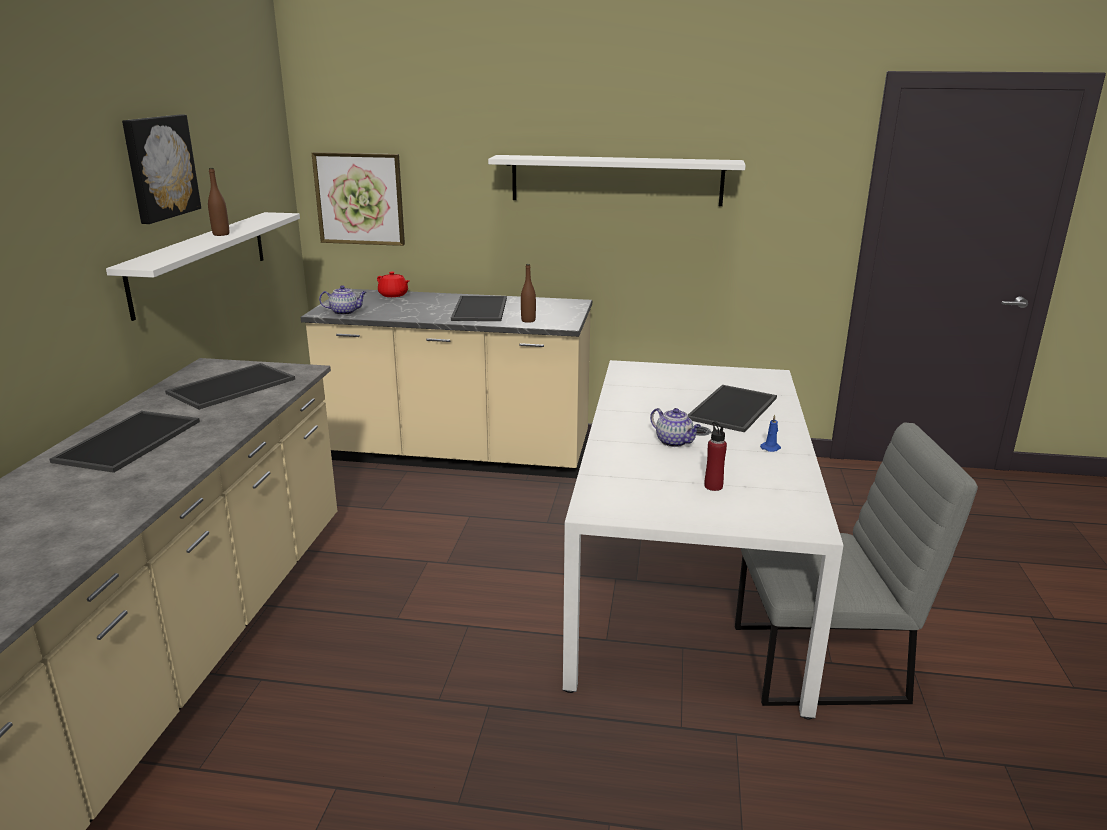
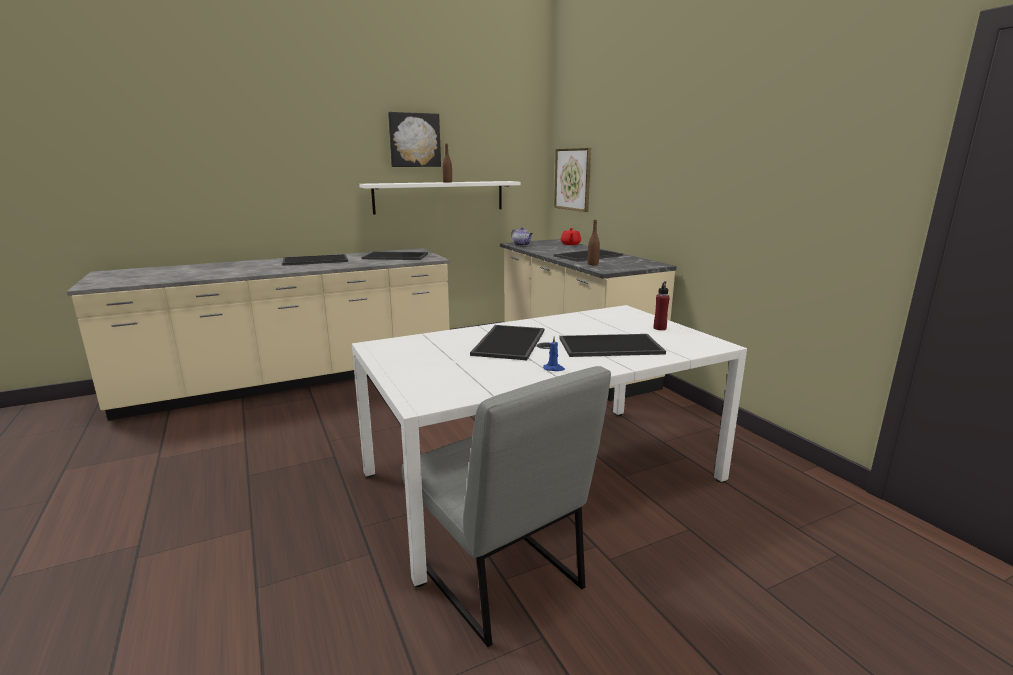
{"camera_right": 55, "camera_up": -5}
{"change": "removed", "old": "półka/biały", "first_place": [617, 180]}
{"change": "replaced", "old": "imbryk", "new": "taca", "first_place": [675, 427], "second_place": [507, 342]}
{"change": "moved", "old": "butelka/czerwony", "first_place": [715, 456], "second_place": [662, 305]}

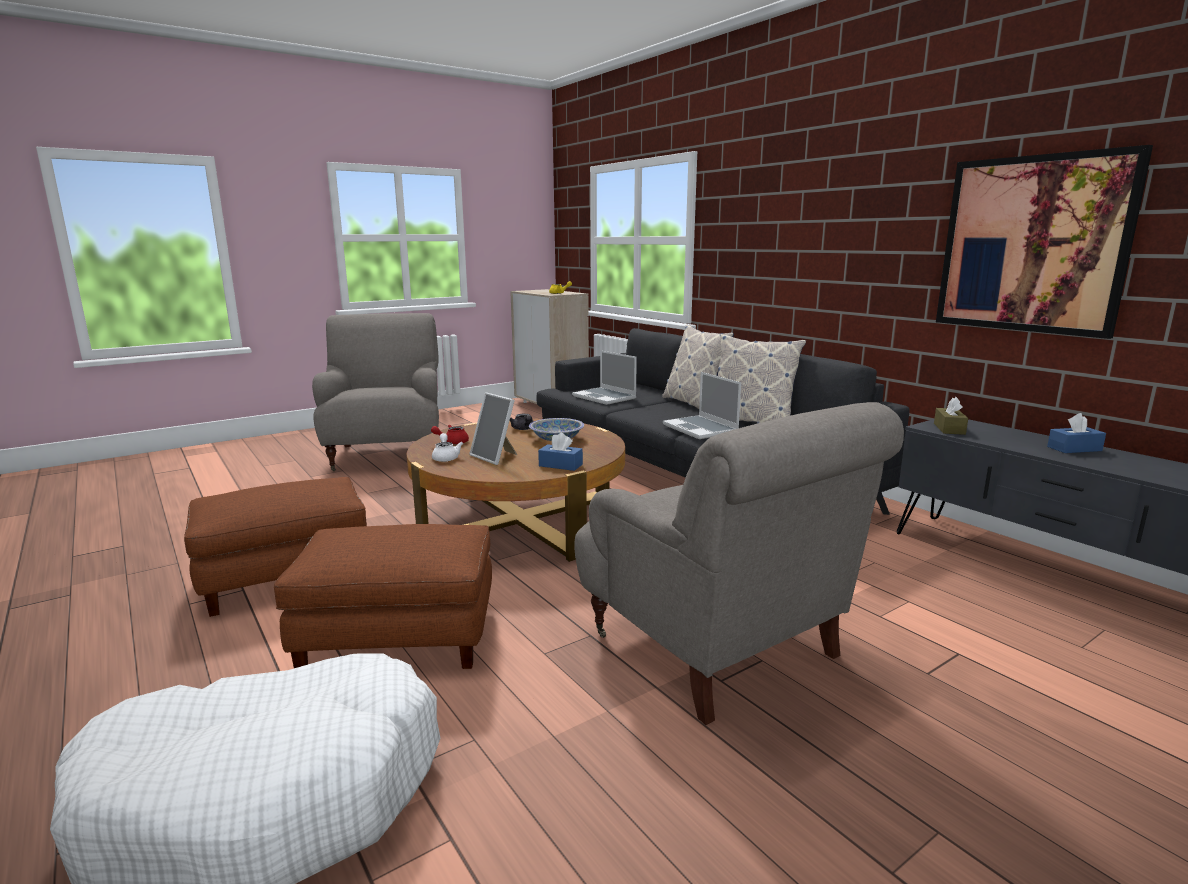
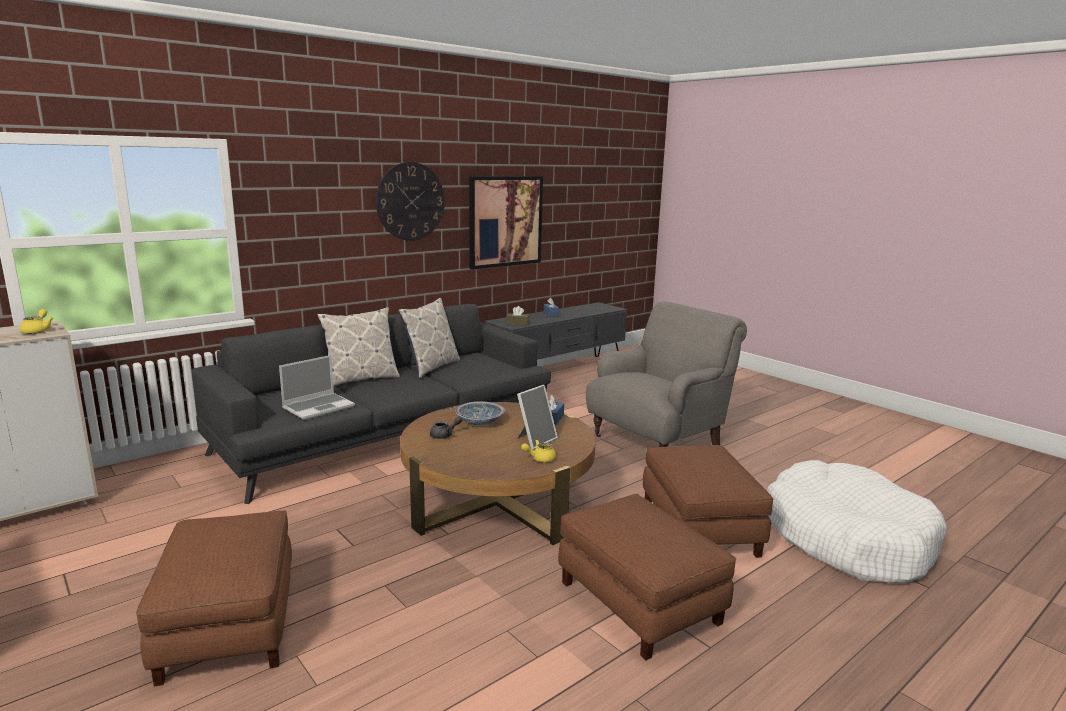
{"camera_right": -95, "camera_up": 0}
{"change": "replaced", "old": "fotel/szary", "new": "pufa/brązowy", "first_place": [375, 392], "second_place": [214, 598]}
{"change": "removed", "old": "laptop", "first_place": [702, 405]}
{"change": "removed", "old": "imbryk/czerwony", "first_place": [450, 434]}
{"change": "recoloured", "old": "imbryk/biały", "new": "imbryk/żółty", "first_place": [447, 447], "second_place": [538, 451]}
{"change": "added", "new": "zegar ścienny", "second_place": [410, 201]}

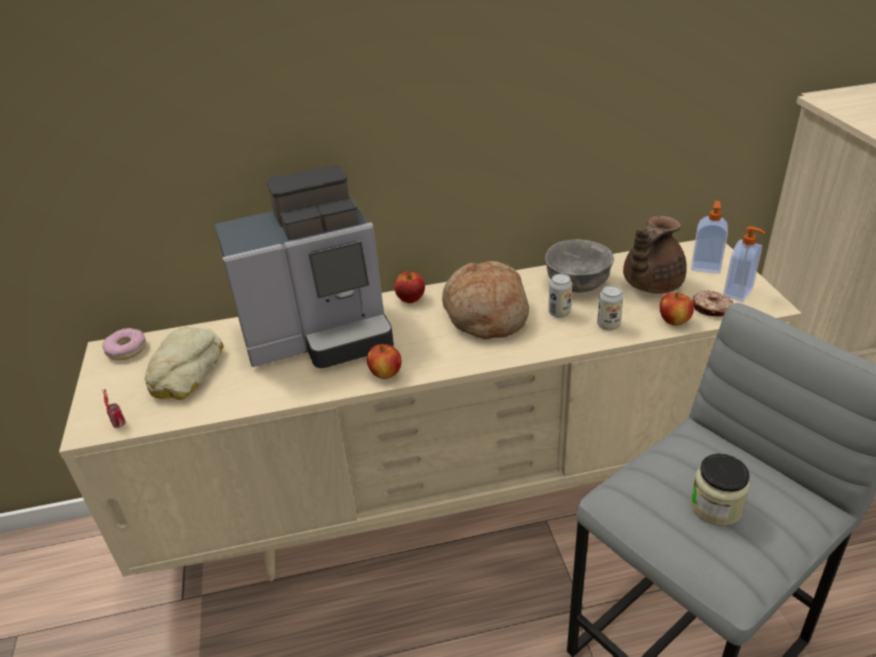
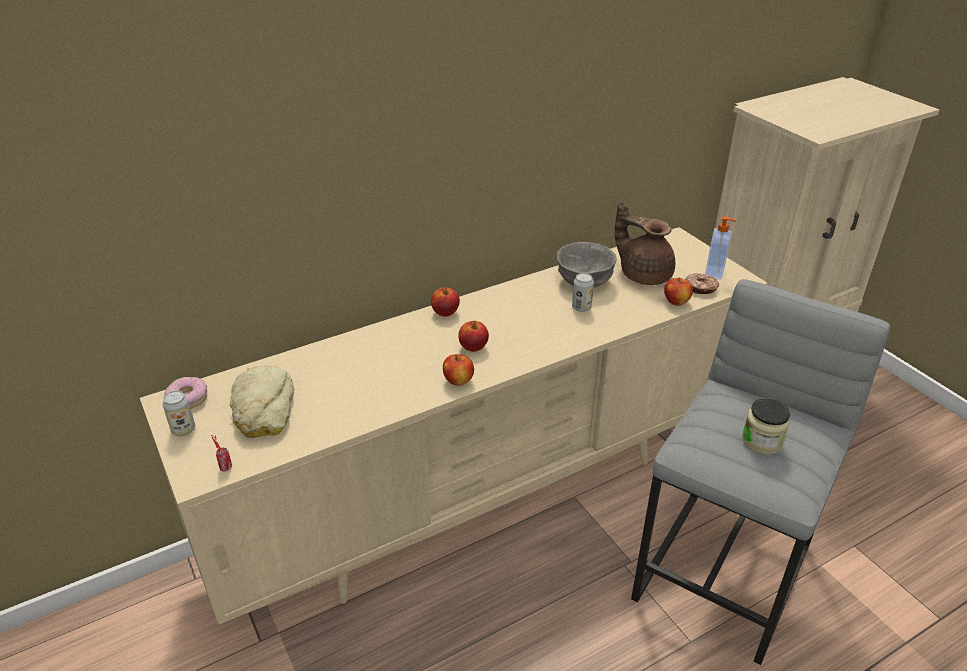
{"camera_right": -20, "camera_up": 0}
{"change": "removed", "old": "ekspres do kawy", "first_place": [304, 266]}
{"change": "removed", "old": "dozownik mydła", "first_place": [709, 237]}
{"change": "turned", "old": "imbryk/brązowy", "first_place": [655, 255], "second_place": [645, 243], "degrees": 105}
{"change": "removed", "old": "chleb", "first_place": [485, 300]}
{"change": "moved", "old": "puszka", "first_place": [610, 308], "second_place": [179, 413]}
{"change": "added", "new": "jabłko", "second_place": [473, 336]}

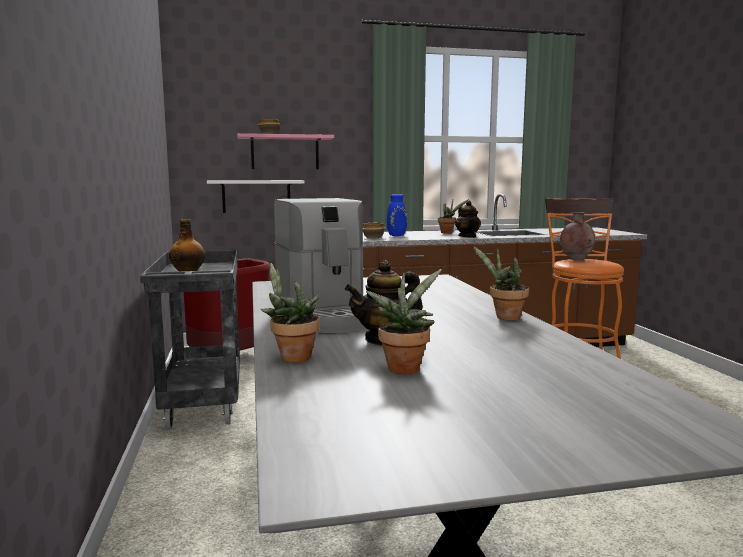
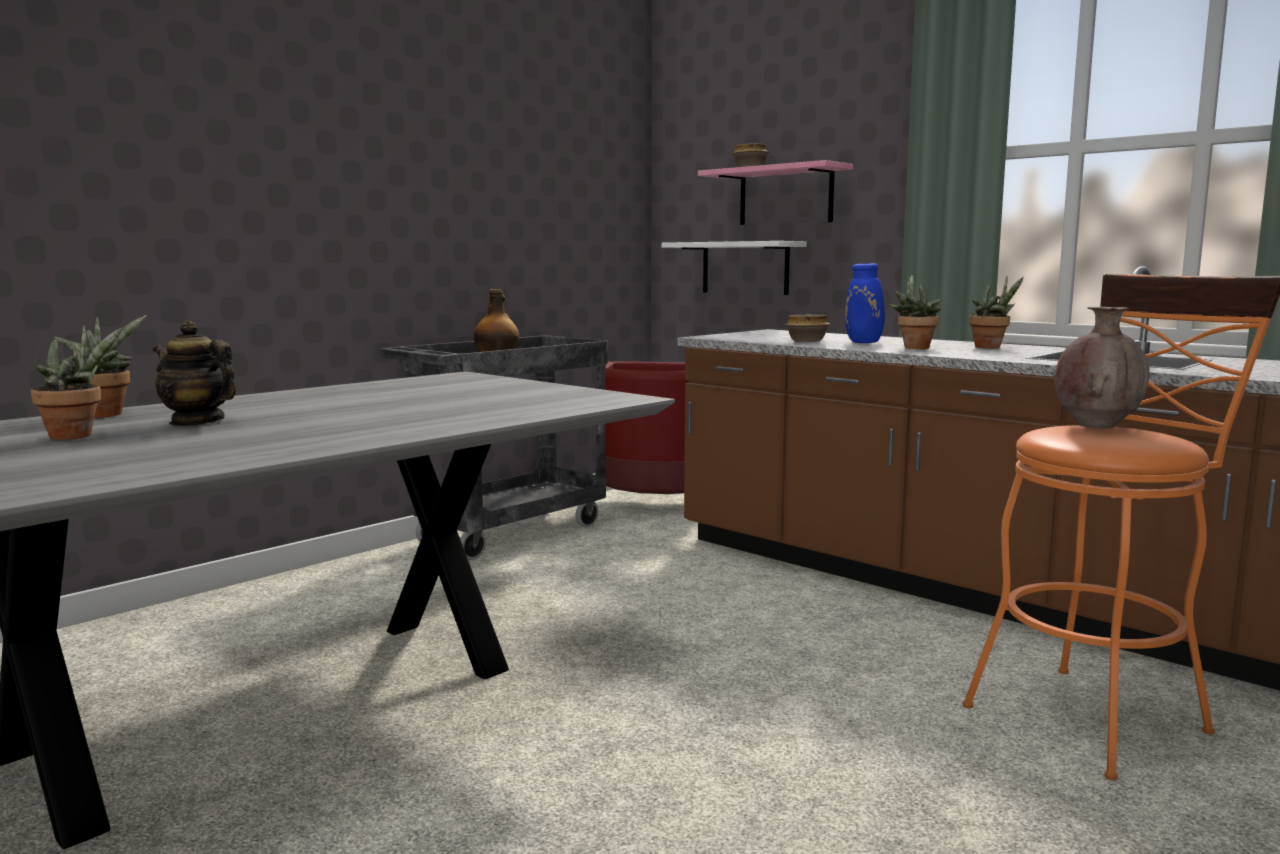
{"camera_right": 55, "camera_up": 0}
{"change": "removed", "old": "ekspres do kawy", "first_place": [319, 265]}
{"change": "removed", "old": "imbryk", "first_place": [468, 219]}
{"change": "moved", "old": "roślina doniczkowa", "first_place": [501, 283], "second_place": [915, 312]}

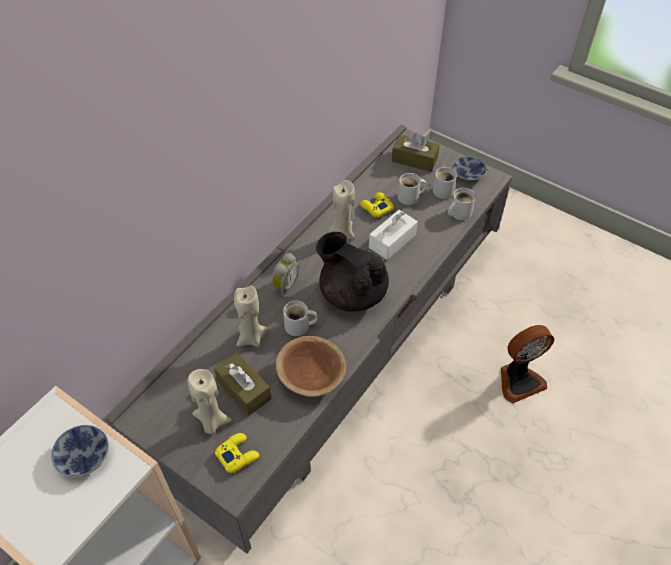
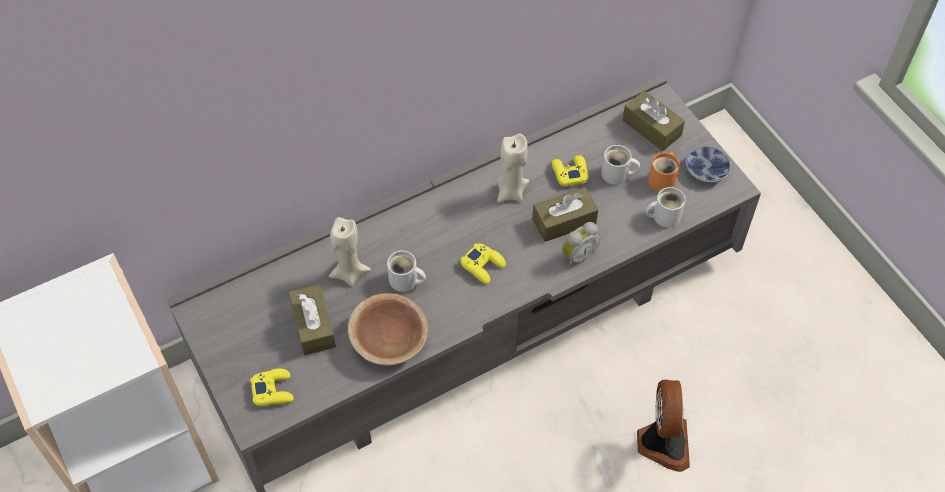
{"camera_right": 25, "camera_up": 5}
{"change": "recoloured", "old": "kubek/biały", "new": "kubek/pomarańczowy", "first_place": [445, 183], "second_place": [664, 172]}
{"change": "recoloured", "old": "pudełko chusteczek/biały", "new": "pudełko chusteczek/brązowy", "first_place": [393, 235], "second_place": [565, 214]}
{"change": "replaced", "old": "imbryk/czarny", "new": "pad do gier/żółty", "first_place": [352, 272], "second_place": [483, 263]}
{"change": "moved", "old": "budzik", "first_place": [285, 274], "second_place": [581, 244]}
{"change": "turned", "old": "wentylator", "first_place": [527, 364], "second_place": [663, 426], "degrees": -90}
{"change": "removed", "old": "świeca/beżowy", "first_place": [210, 401]}
{"change": "removed", "old": "miska", "first_place": [80, 451]}

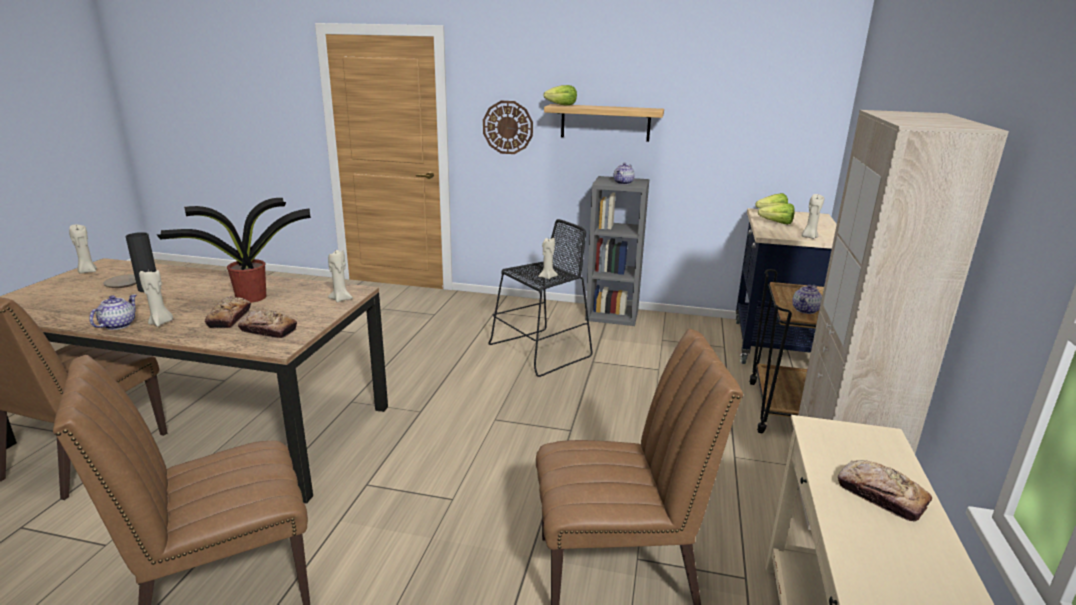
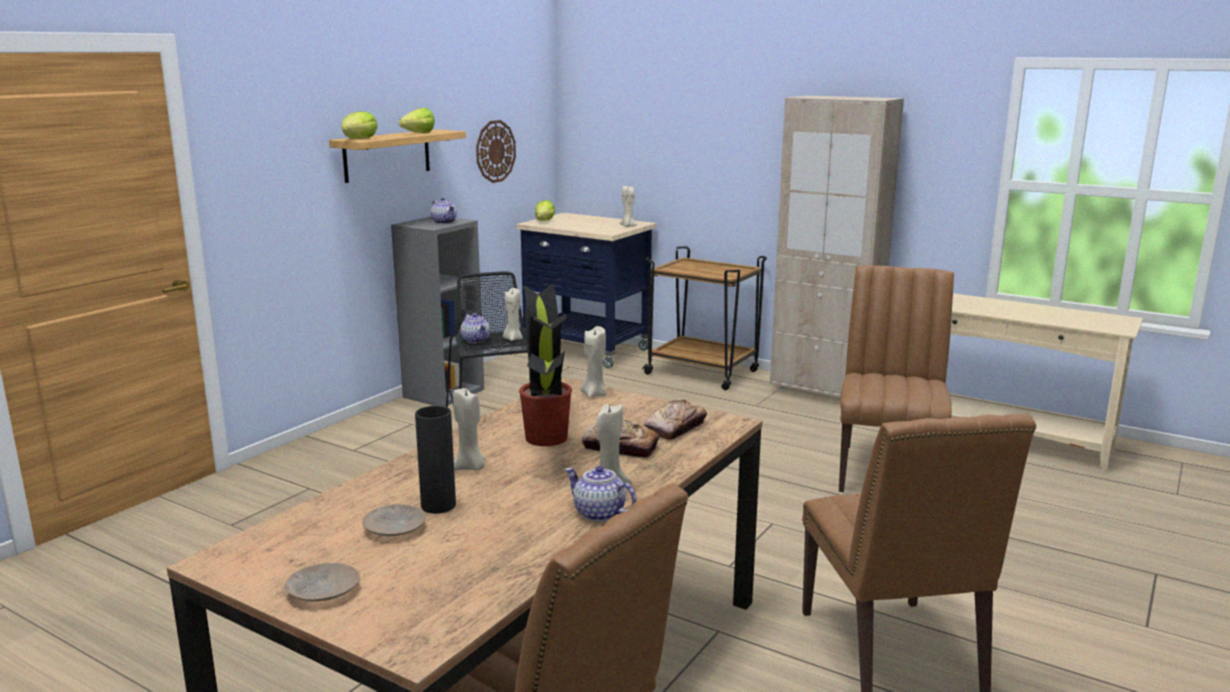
{"camera_right": -70, "camera_up": -5}
{"change": "moved", "old": "zegar ścienny", "first_place": [508, 127], "second_place": [496, 151]}
{"change": "moved", "old": "sałata", "first_place": [776, 214], "second_place": [417, 120]}
{"change": "moved", "old": "świeca/beżowy", "first_place": [83, 249], "second_place": [469, 429]}
{"change": "moved", "old": "imbryk", "first_place": [807, 299], "second_place": [475, 328]}
{"change": "removed", "old": "chleb", "first_place": [885, 490]}
{"change": "added", "new": "talerz/beżowy", "second_place": [322, 582]}

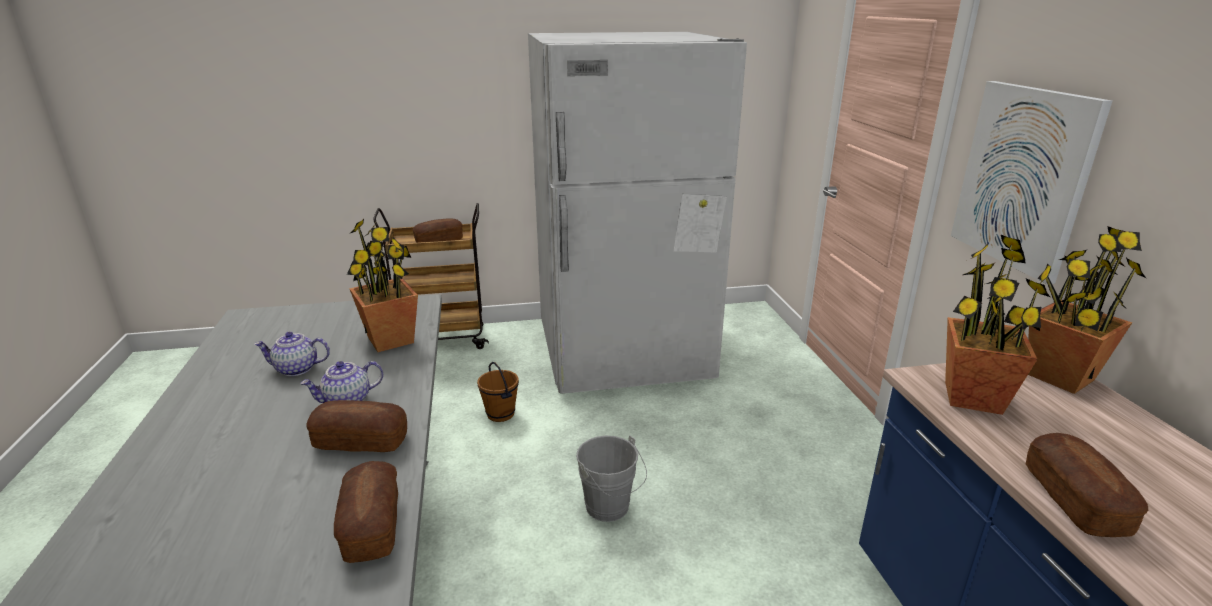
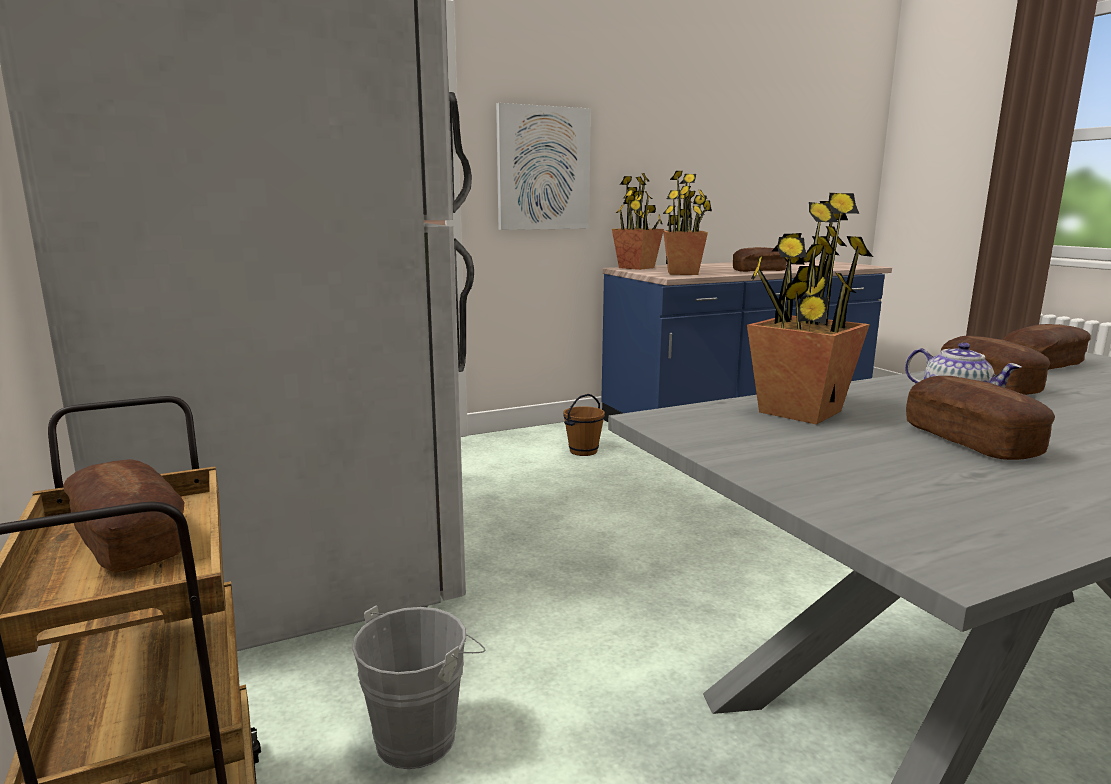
{"camera_right": -105, "camera_up": -10}
{"change": "replaced", "old": "imbryk", "new": "chleb", "first_place": [292, 353], "second_place": [980, 418]}
{"change": "moved", "old": "wiadro/brązowy", "first_place": [498, 392], "second_place": [584, 425]}
{"change": "moved", "old": "wiadro/szary", "first_place": [611, 478], "second_place": [418, 687]}

